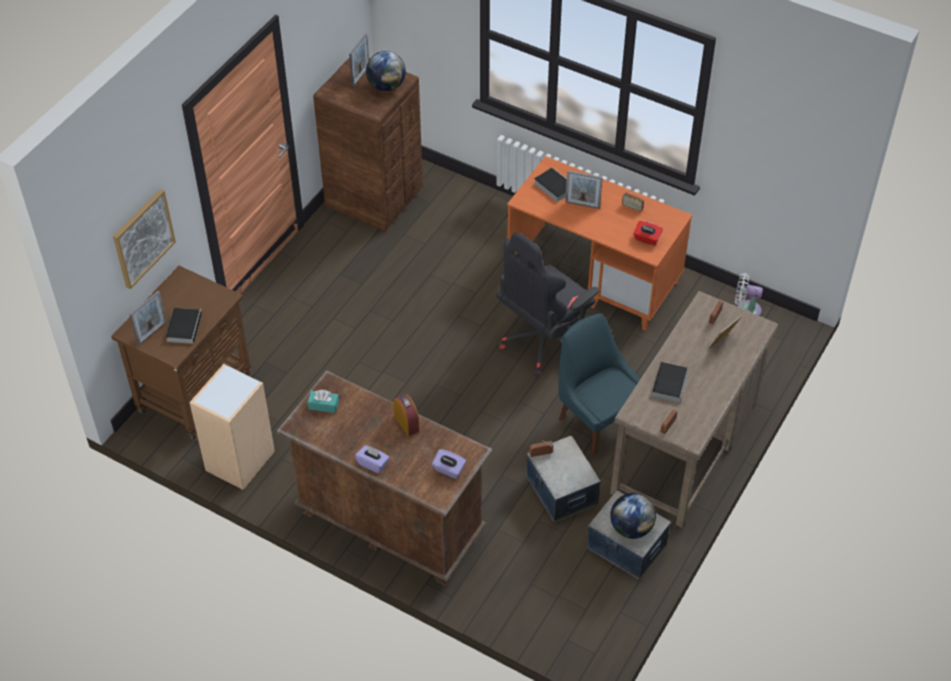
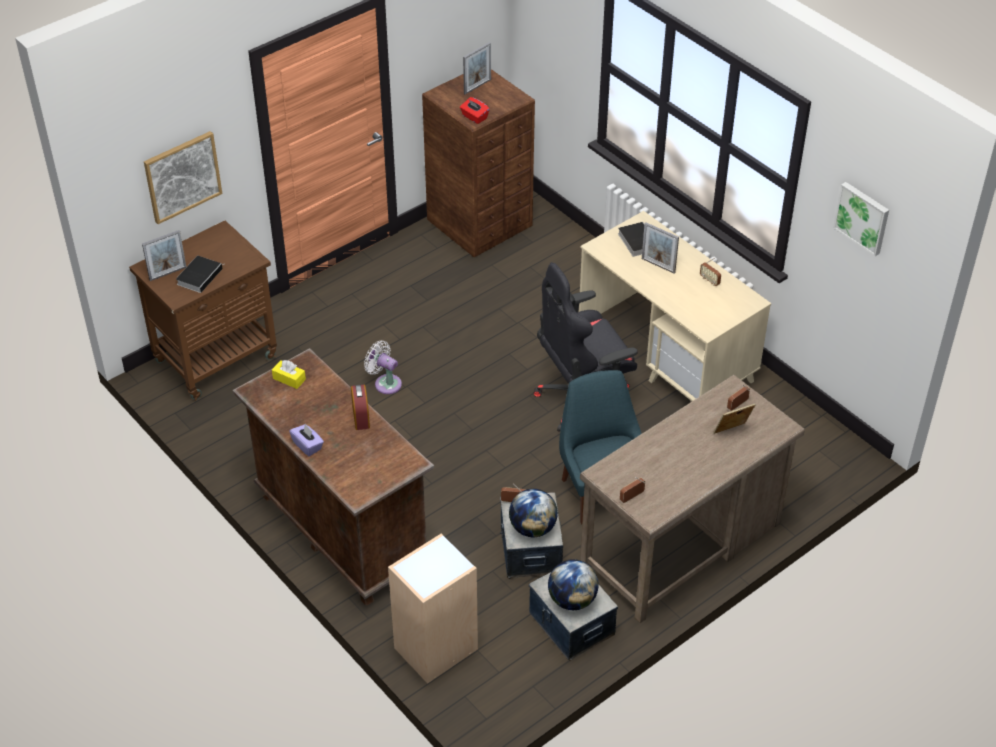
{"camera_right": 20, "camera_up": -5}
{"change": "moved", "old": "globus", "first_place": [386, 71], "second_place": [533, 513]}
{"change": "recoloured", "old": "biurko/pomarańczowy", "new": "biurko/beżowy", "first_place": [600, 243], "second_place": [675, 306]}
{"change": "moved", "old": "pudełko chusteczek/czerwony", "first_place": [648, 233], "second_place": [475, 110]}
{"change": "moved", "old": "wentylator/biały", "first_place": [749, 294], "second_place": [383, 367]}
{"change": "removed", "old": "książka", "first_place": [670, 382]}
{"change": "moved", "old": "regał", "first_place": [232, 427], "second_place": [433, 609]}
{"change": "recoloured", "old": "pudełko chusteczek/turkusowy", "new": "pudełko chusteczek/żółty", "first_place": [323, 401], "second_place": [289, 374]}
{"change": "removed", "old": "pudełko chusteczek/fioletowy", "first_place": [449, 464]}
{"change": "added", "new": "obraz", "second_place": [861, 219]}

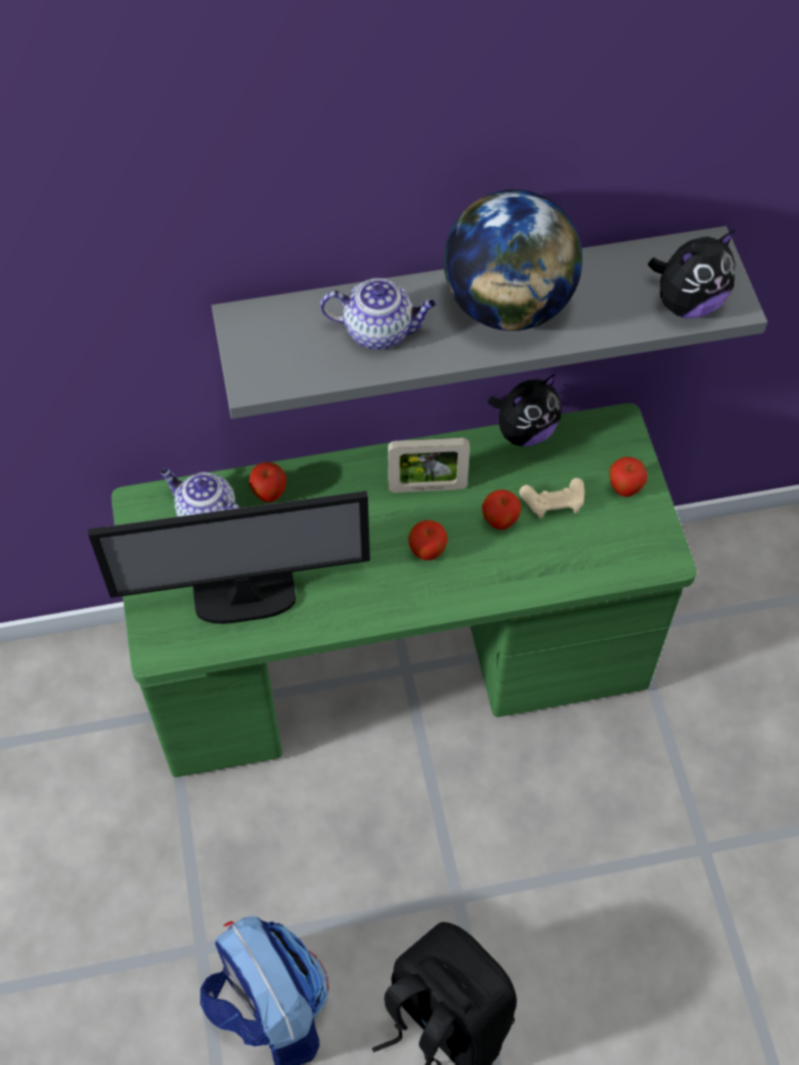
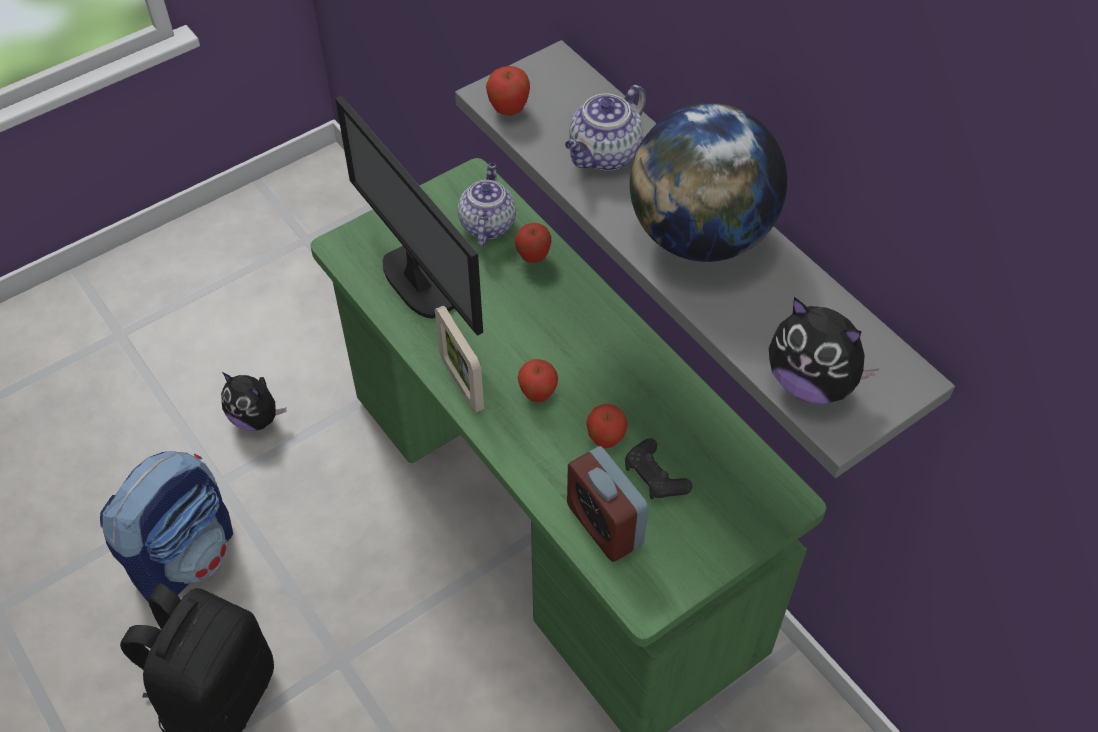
{"camera_right": 65, "camera_up": -5}
{"change": "turned", "old": "imbryk", "first_place": [378, 314], "second_place": [605, 128], "degrees": 60}
{"change": "moved", "old": "pluszak", "first_place": [524, 410], "second_place": [254, 401]}
{"change": "moved", "old": "ramka na zdjęcie", "first_place": [429, 465], "second_place": [459, 360]}
{"change": "moved", "old": "jabłko", "first_place": [628, 477], "second_place": [508, 91]}
{"change": "recoloured", "old": "pad do gier/beżowy", "new": "pad do gier/czarny", "first_place": [552, 498], "second_place": [658, 468]}
{"change": "added", "new": "budzik", "second_place": [608, 504]}

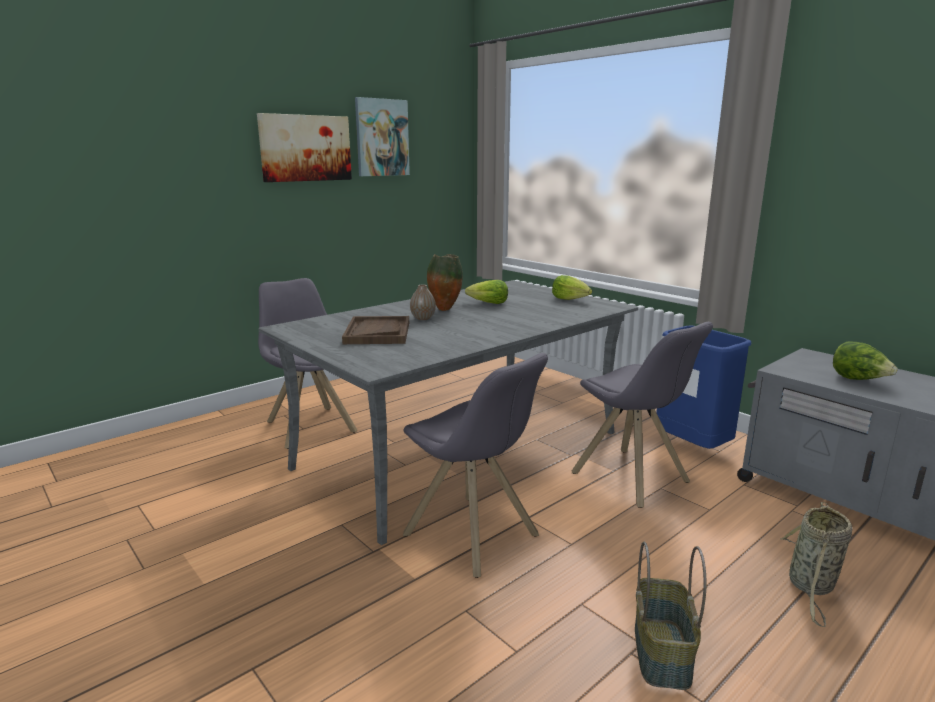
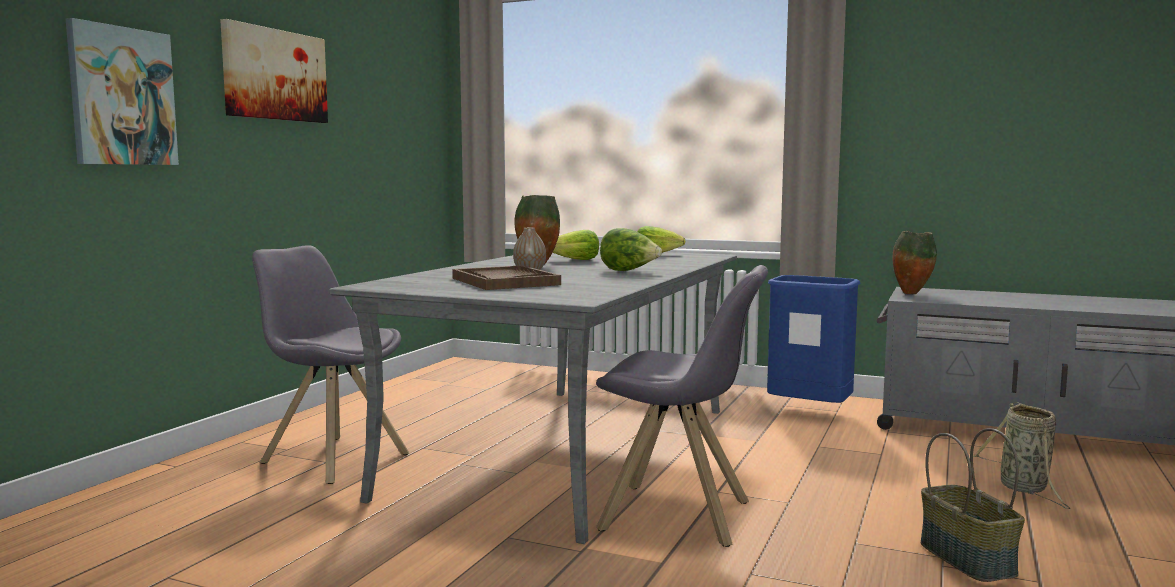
{"camera_right": -25, "camera_up": -10}
{"change": "moved", "old": "obraz", "first_place": [382, 136], "second_place": [122, 91]}
{"change": "removed", "old": "krzesło/szary", "first_place": [642, 415]}
{"change": "moved", "old": "sałata", "first_place": [865, 360], "second_place": [631, 249]}
{"change": "added", "new": "wazon", "second_place": [915, 262]}

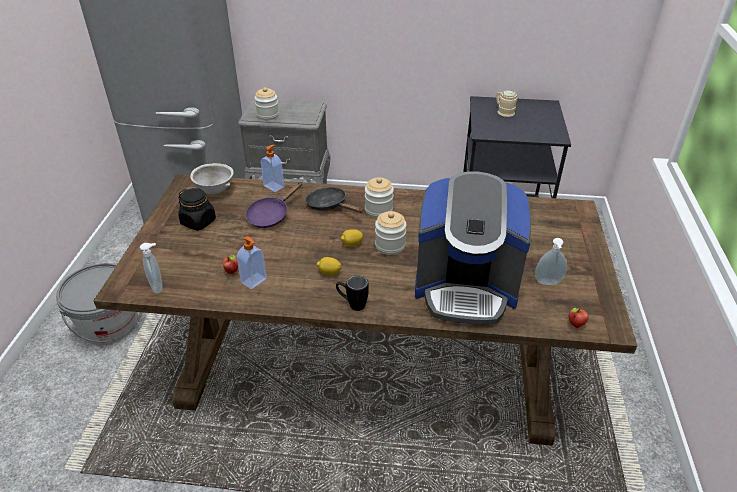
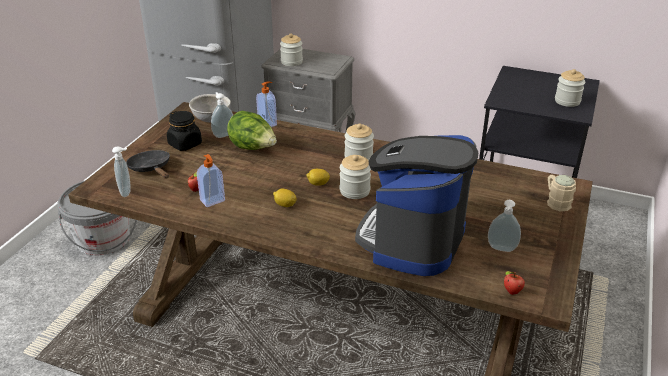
{"camera_right": 15, "camera_up": -5}
{"change": "moved", "old": "kubek/beżowy", "first_place": [506, 103], "second_place": [561, 193]}
{"change": "turned", "old": "ekspres do kawy", "first_place": [473, 248], "second_place": [417, 205], "degrees": 90}
{"change": "replaced", "old": "patelnia/fioletowy", "new": "sałata", "first_place": [273, 205], "second_place": [252, 130]}
{"change": "moved", "old": "patelnia/czarny", "first_place": [334, 200], "second_place": [148, 164]}
{"change": "removed", "old": "kubek/czarny", "first_place": [352, 293]}
{"change": "added", "new": "słoik", "second_place": [570, 88]}
{"change": "added", "new": "dozownik mydła", "second_place": [222, 115]}

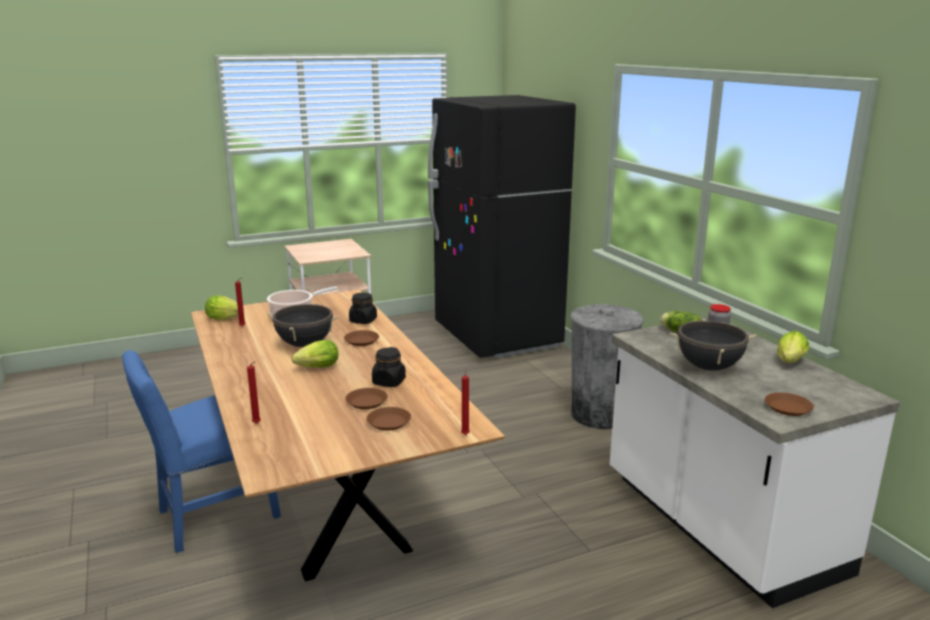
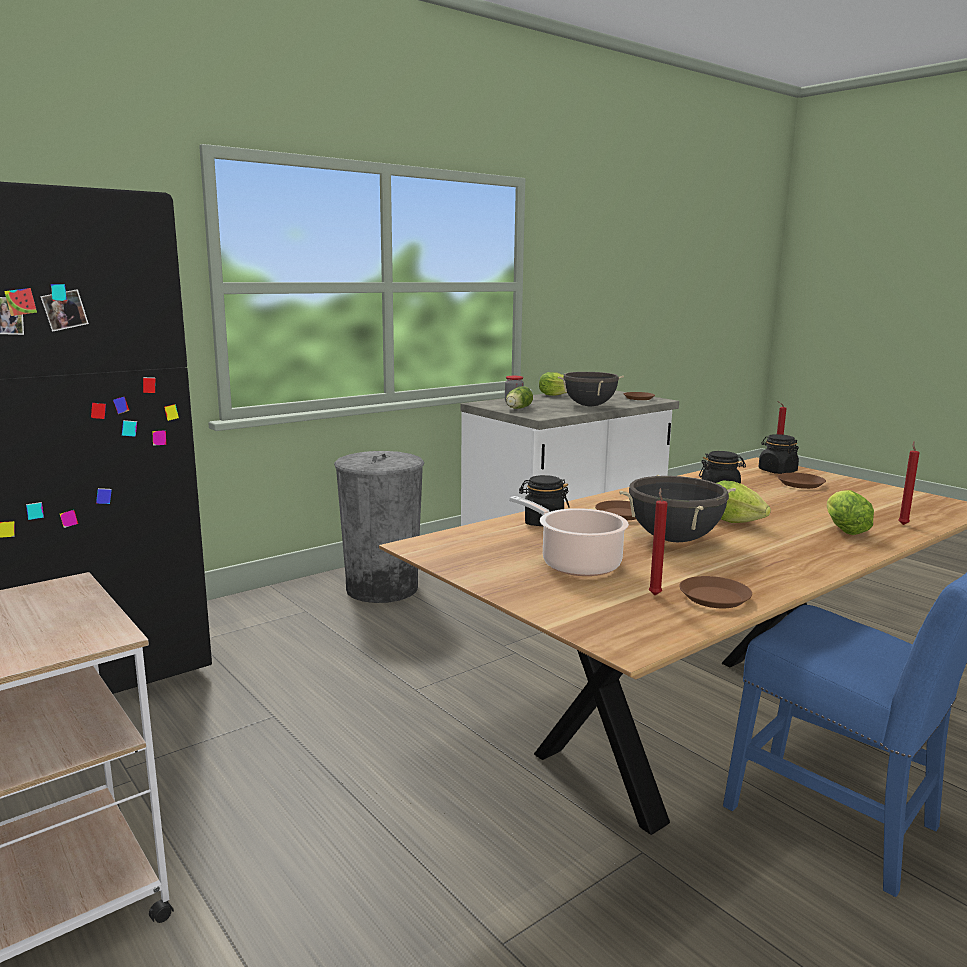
{"camera_right": -105, "camera_up": -5}
{"change": "moved", "old": "sałata", "first_place": [224, 307], "second_place": [850, 512]}
{"change": "moved", "old": "talerz/brązowy", "first_place": [366, 398], "second_place": [715, 592]}
{"change": "added", "new": "słoik/czarny", "second_place": [779, 454]}

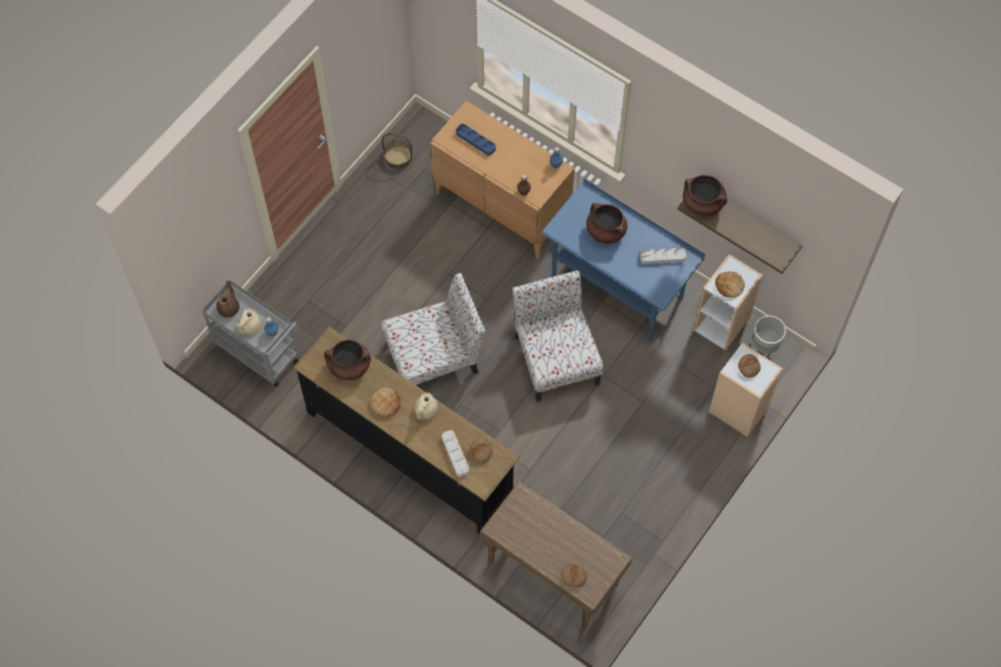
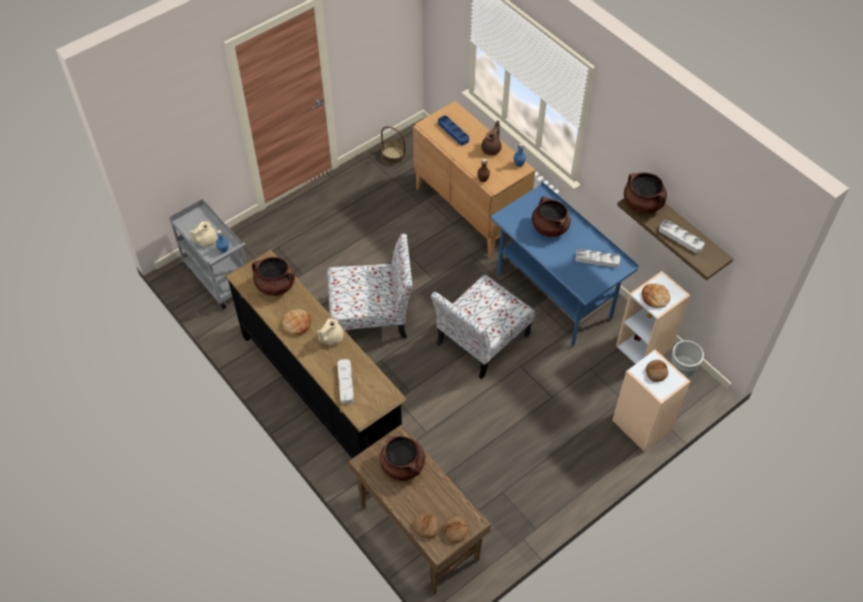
{"camera_right": 15, "camera_up": -10}
{"change": "turned", "old": "krzesło", "first_place": [558, 336], "second_place": [483, 327], "degrees": -135}
{"change": "moved", "old": "imbryk/brązowy", "first_place": [228, 299], "second_place": [491, 137]}
{"change": "moved", "old": "chleb", "first_place": [481, 451], "second_place": [455, 530]}
{"change": "added", "new": "taca/szary", "second_place": [682, 236]}
{"change": "added", "new": "garnek/brązowy", "second_place": [402, 458]}

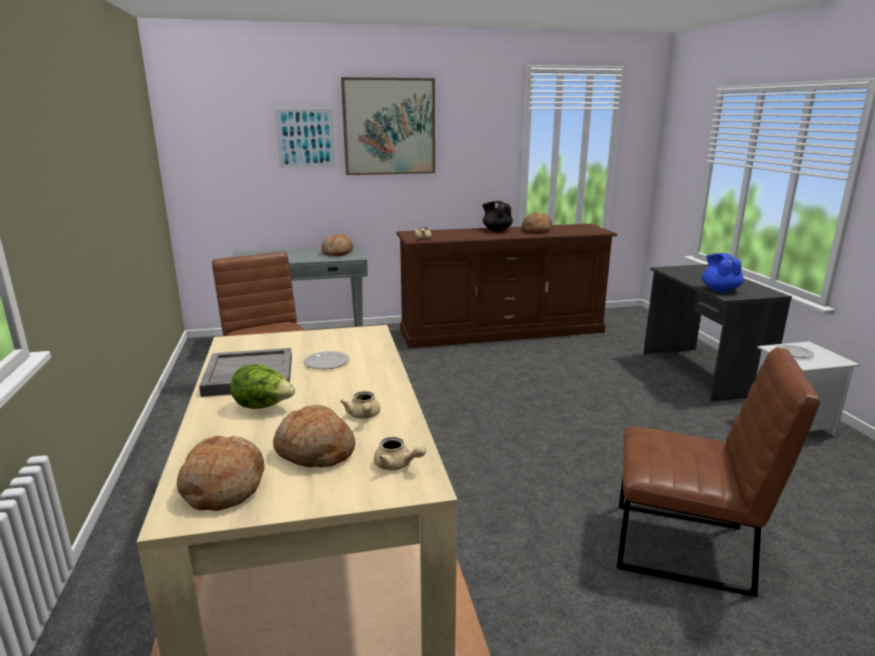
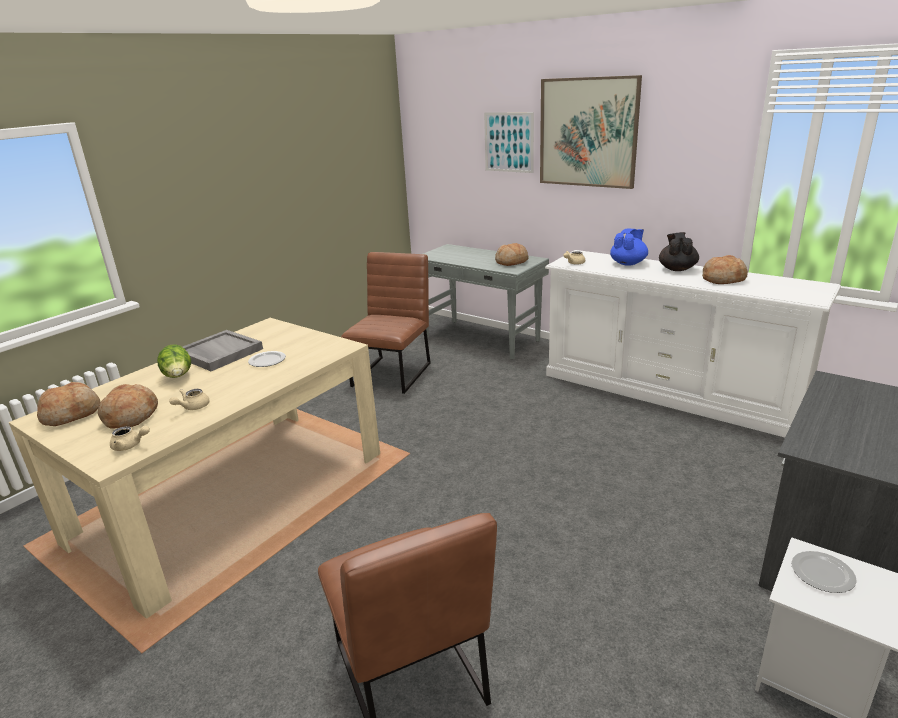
{"camera_right": 50, "camera_up": 5}
{"change": "recoloured", "old": "szafka/brązowy", "new": "szafka/biały", "first_place": [507, 286], "second_place": [693, 343]}
{"change": "moved", "old": "imbryk/niebieski", "first_place": [723, 272], "second_place": [629, 247]}
{"change": "turned", "old": "imbryk/beżowy", "first_place": [400, 453], "second_place": [130, 438], "degrees": -75}

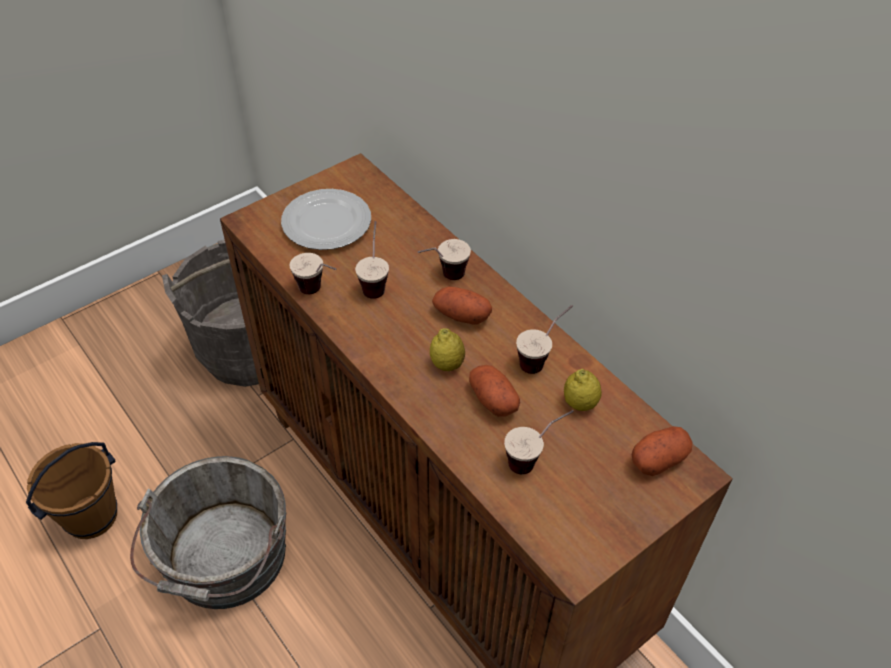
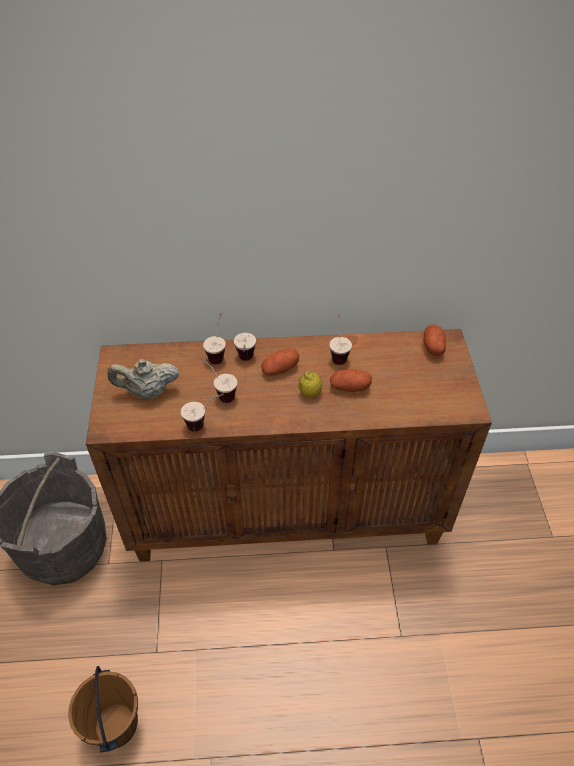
{"camera_right": -55, "camera_up": 0}
{"change": "replaced", "old": "talerz", "new": "imbryk/beżowy", "first_place": [326, 219], "second_place": [143, 379]}
{"change": "removed", "old": "cytryna", "first_place": [583, 389]}
{"change": "moved", "old": "filiżanka", "first_place": [539, 442], "second_place": [214, 338]}
{"change": "removed", "old": "wiadro/szary", "first_place": [208, 532]}

